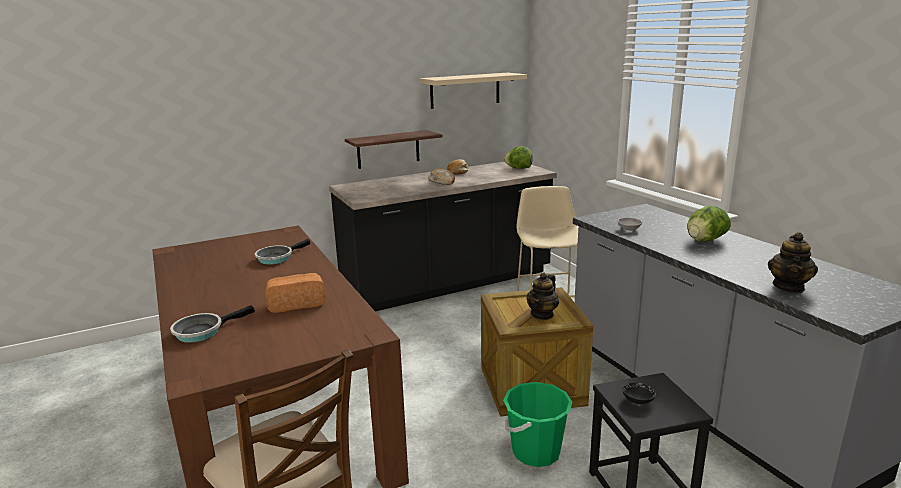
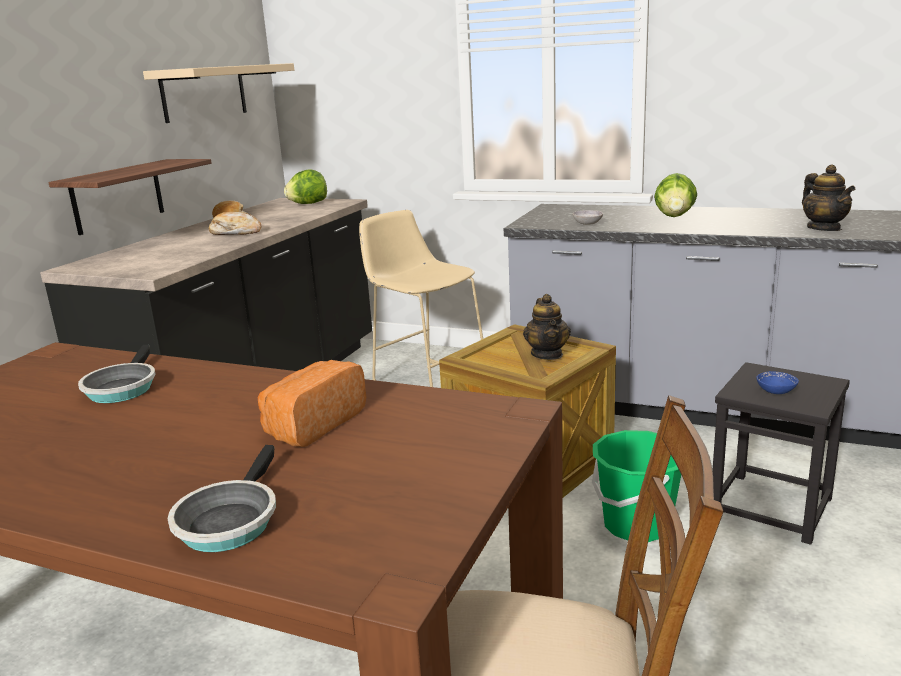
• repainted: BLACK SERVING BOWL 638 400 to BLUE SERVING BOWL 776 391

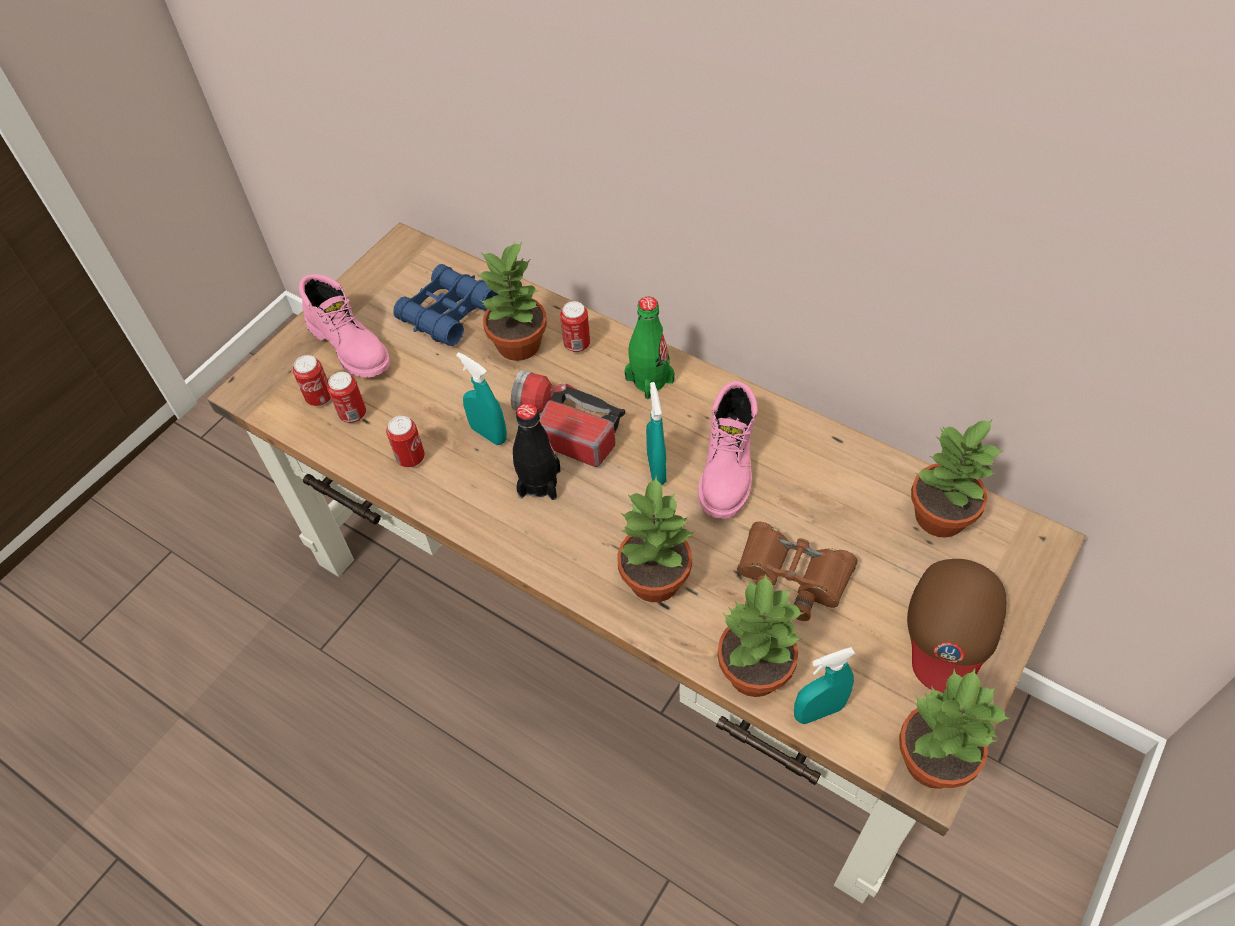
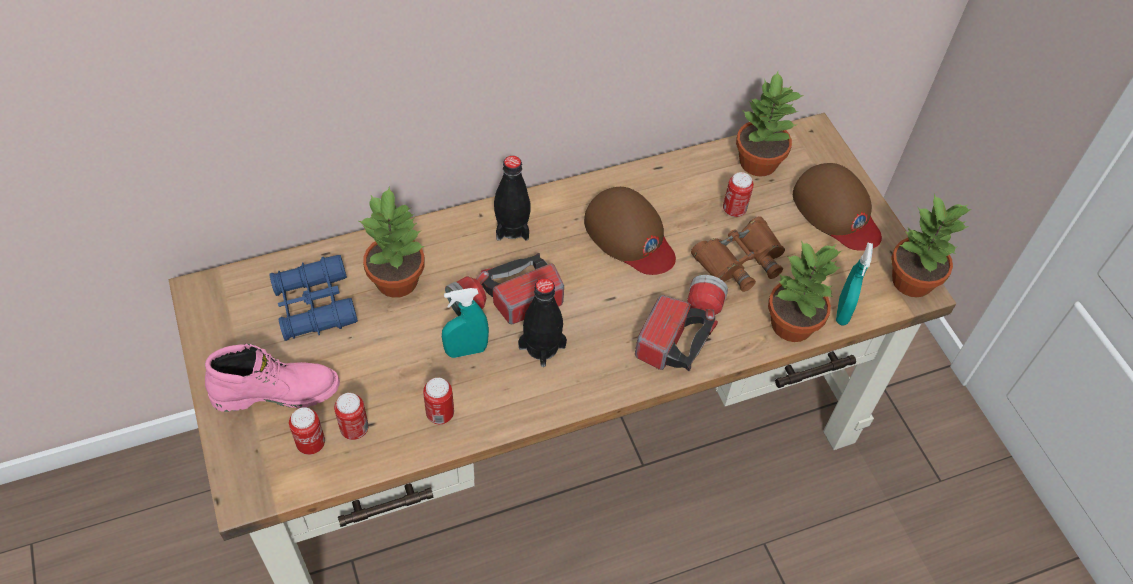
• gone: BLUE-GREEN HAND SPRAYER 656 469
• shifted: METAL CAN 577 344 to 734 210
• swapped: POTTED PLANT 654 578 to TORCH 680 331
• swapped: PINK BOOT 728 469 to BROWNISH CAP 629 236
• repainted: GREENISH DRINK BOTTLE 649 380 to BLACK DRINK BOTTLE 512 227

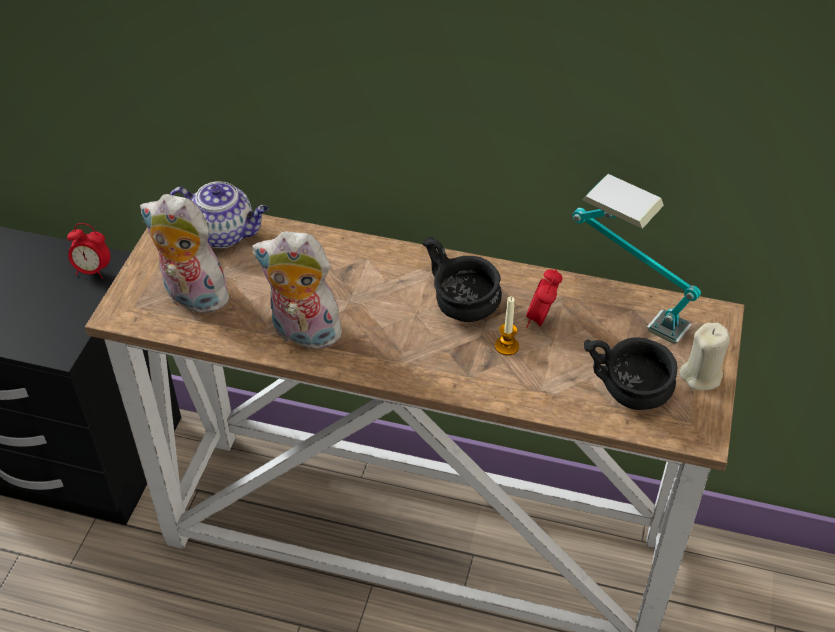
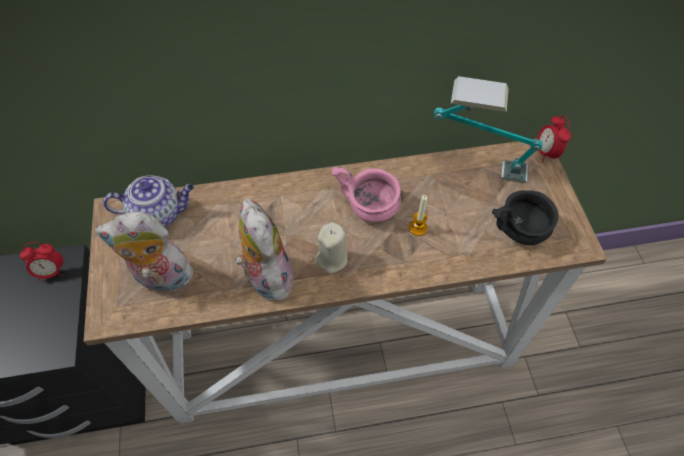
• shifted: TABLE CLOCK 541 319 to 546 153
• shifted: BEIGE WAX LIGHT 701 375 to 332 259
• repainted: BLACK SERVING BOWL 464 307 to PINK SERVING BOWL 371 208
• rotated: PLUSH TOY 303 334 = 266 276 75 degrees clockwise

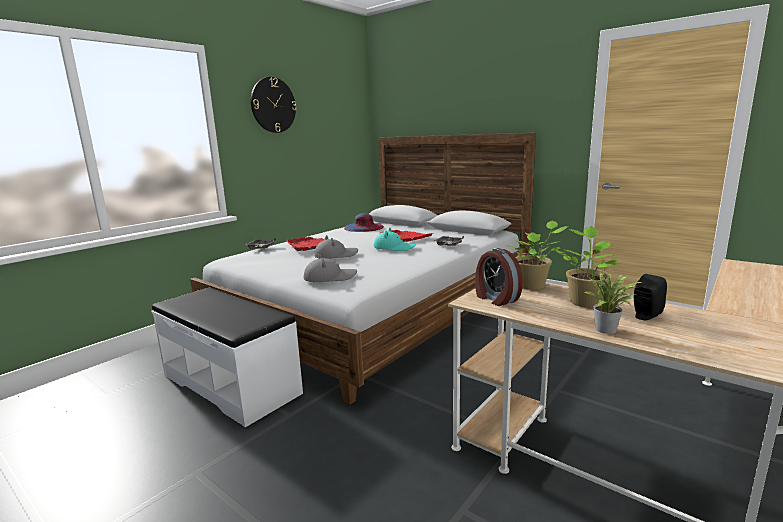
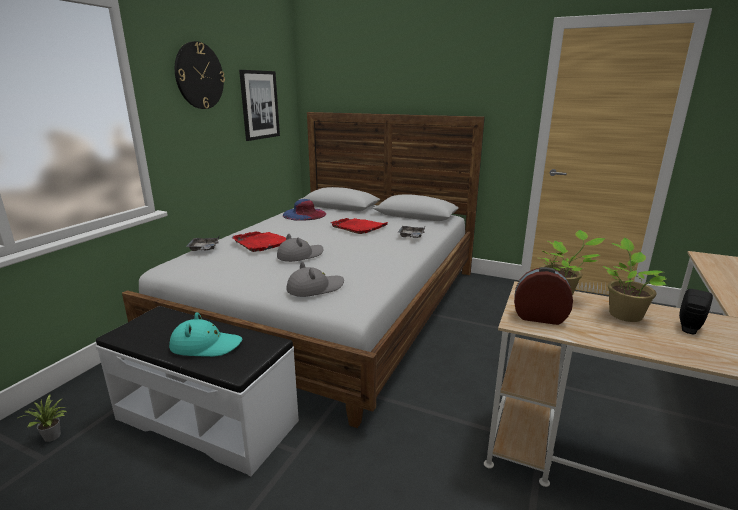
• new: PICTURE 259 105
• shifted: BLUE-GREEN HAT 394 248 to 206 345
• shifted: POTTED PLANT 608 330 to 53 437
• rotated: TABLE CLOCK 495 299 = 539 316 150 degrees clockwise

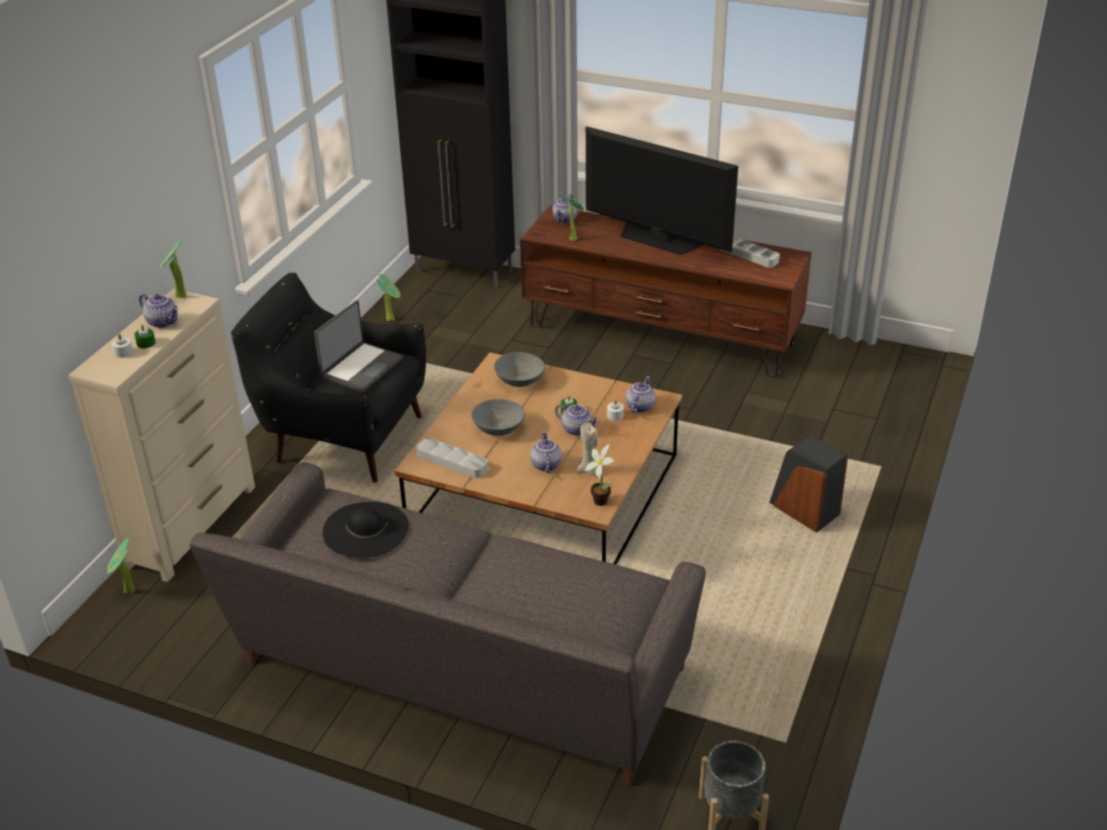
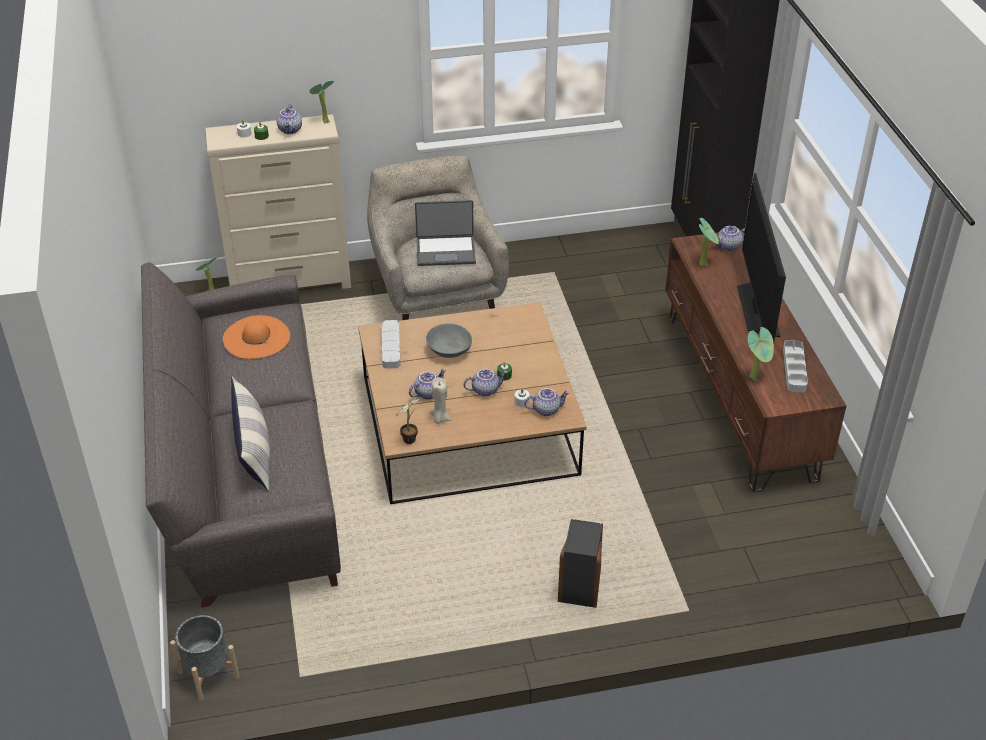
• gone: GREY SERVING BOWL 519 381
• new: CUSHION 254 450
• shifted: POTTED PLANT 392 319 to 756 377
• repainted: BLACK EASY CHAIR 342 437 to BEIGE EASY CHAIR 437 297
• repainted: BLACK HAT 365 530 to ORANGE-COLOURED HAT 256 337
• rotated: TEA POT 577 429 = 485 390 105 degrees counterclockwise

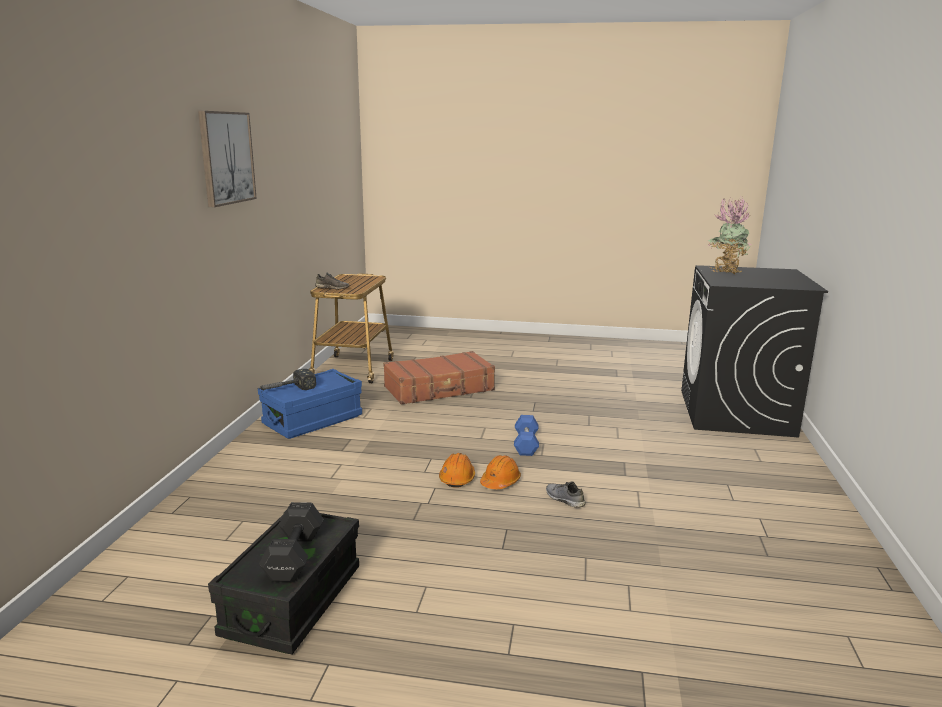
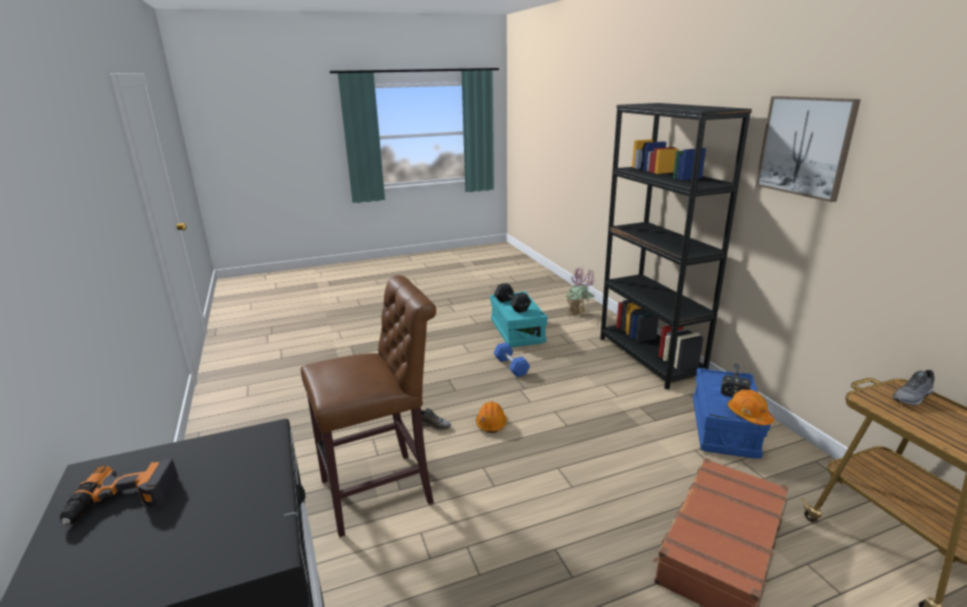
• new: DRILL 123 500
• new: BROWNISH STOOL SEAT 383 490
• new: BLACK BOOKCASE 649 357
• shifted: ORANGE-COLOURED SAFETY HELMET 457 478 to 749 415
• shifted: BLUE HAND WEIGHT 526 444 to 511 366
• shifted: POTTED PLANT 725 272 to 579 315
• repainted: BLACK STORAGE CONTAINER 293 601 to BLUE-GREEN STORAGE CONTAINER 517 331

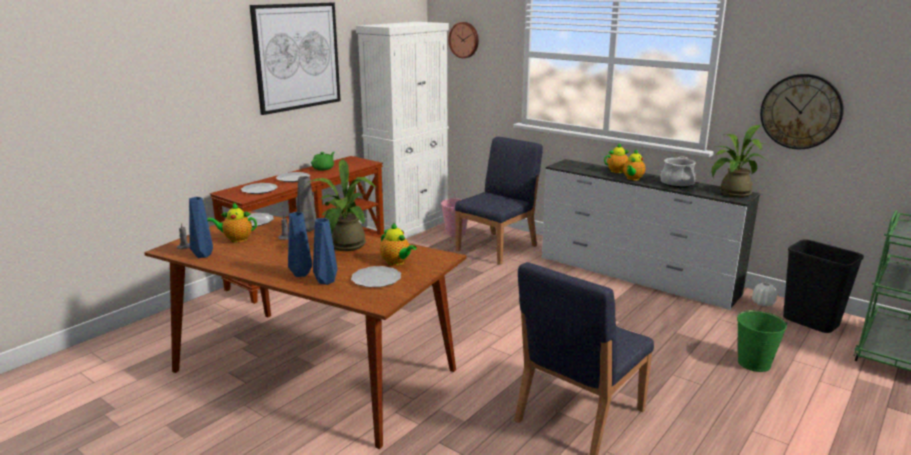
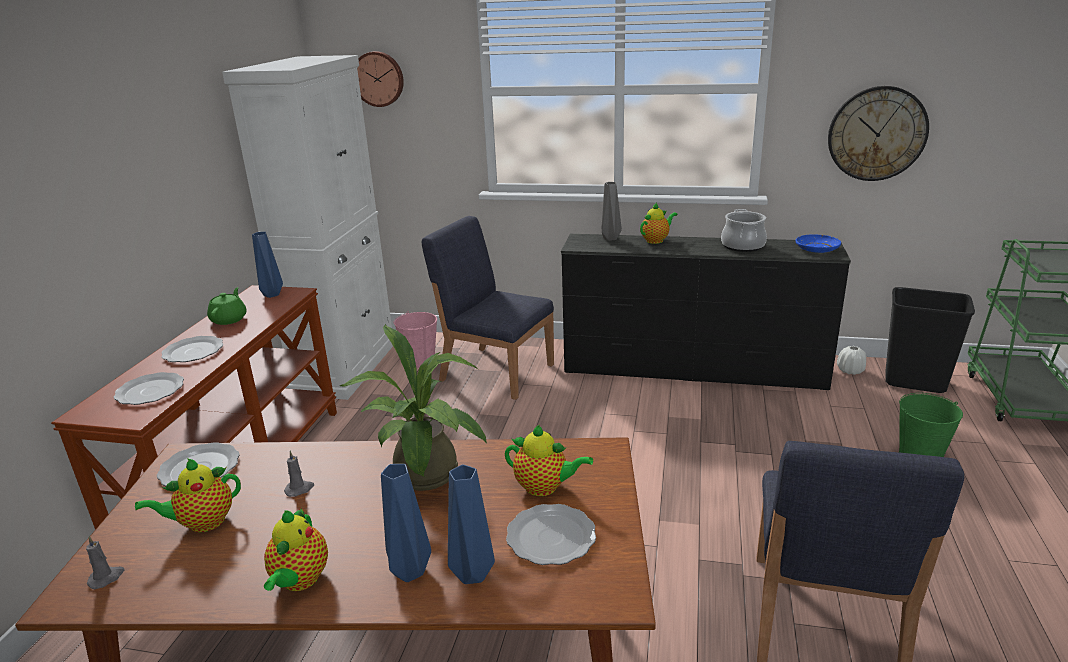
• gone: PICTURE 297 56
• shifted: BLUE VASE 204 255 to 273 294
• shifted: GREY VASE 307 229 to 609 238
• shifted: TEA POT 632 179 to 299 581
• swapped: POTTED PLANT 731 194 to BLUE DINNER PLATE 816 249
• repainted: WHITE CHEST OF DRAWERS 636 276 to BLACK CHEST OF DRAWERS 693 370
• rotated: BLUE PLAIN CHAIR 497 248 = 496 371 75 degrees counterclockwise

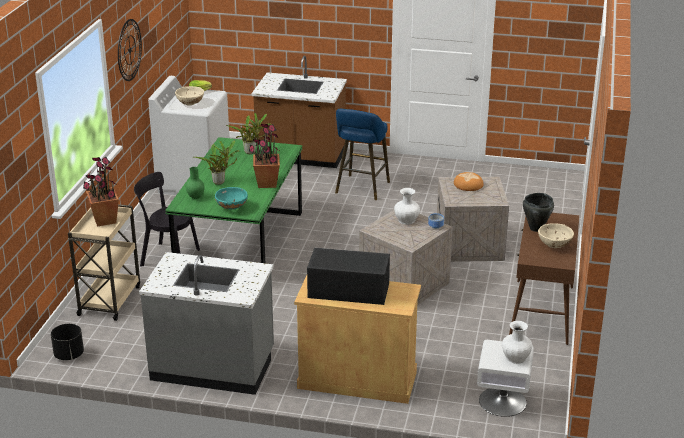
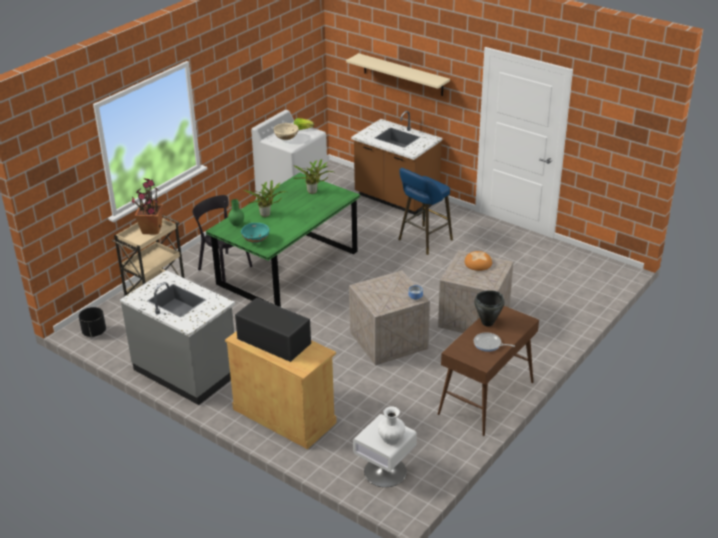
• gone: HANGING CLOCK 129 50
• gone: POTTED PLANT 266 183
• gone: WHITE VASE 407 220
• new: BEIGE BRACKET SHELF 403 74
• swapped: BEIGE SERVING BOWL 554 246 to SKILLET 489 344

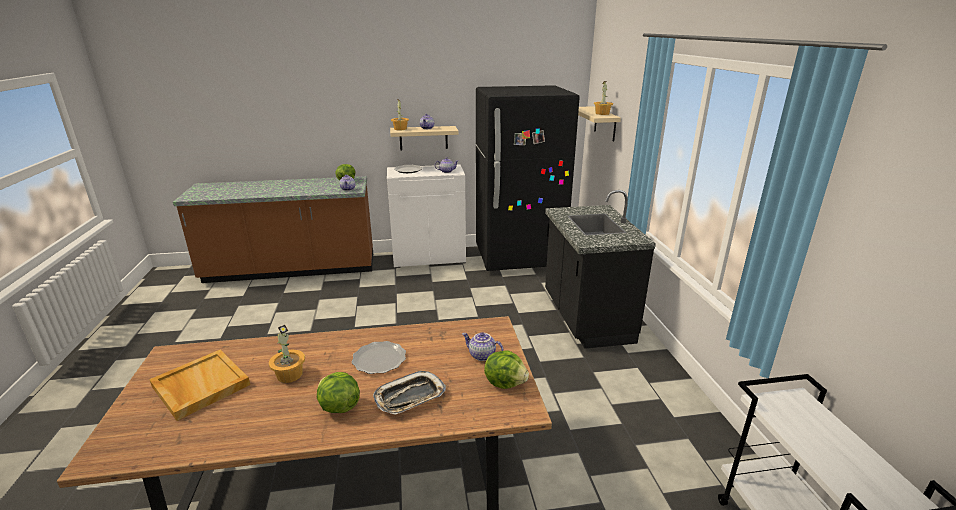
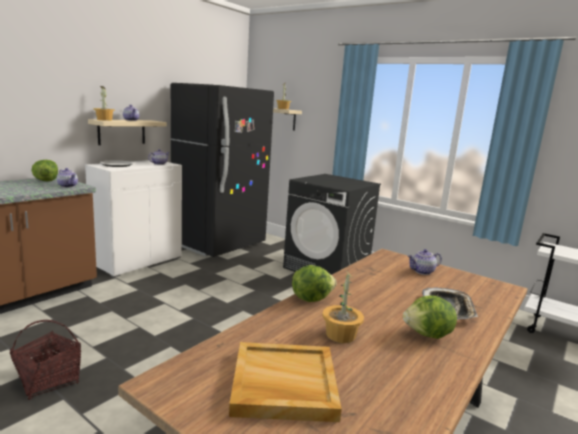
• gone: DINNER PLATE 379 359
• new: HOUSEHOLD BASKET 49 380
• shifted: LETTUCE 505 383 to 311 298
• swapped: BLACK COUNTER 585 318 to BLACK LAUNDRY MACHINE 327 269

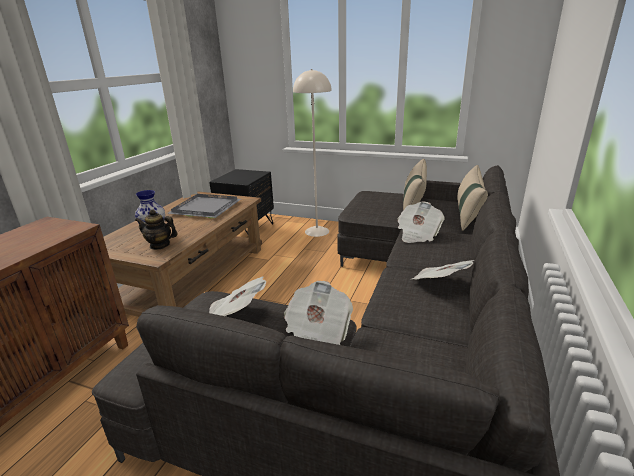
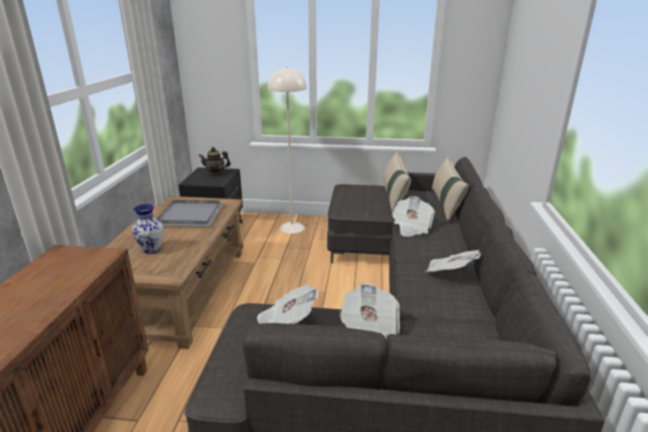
• shifted: TEA POT 160 245 to 216 173

